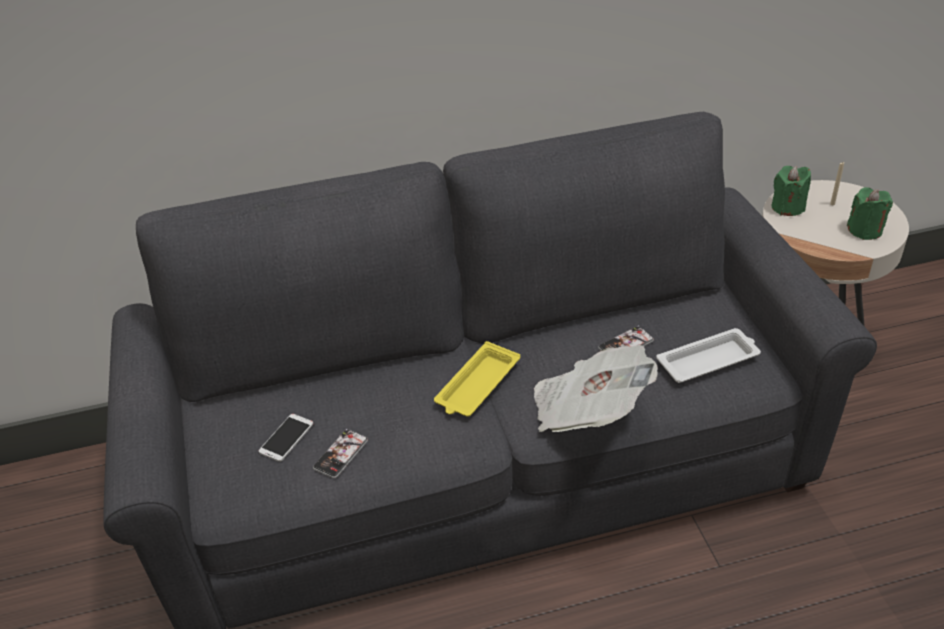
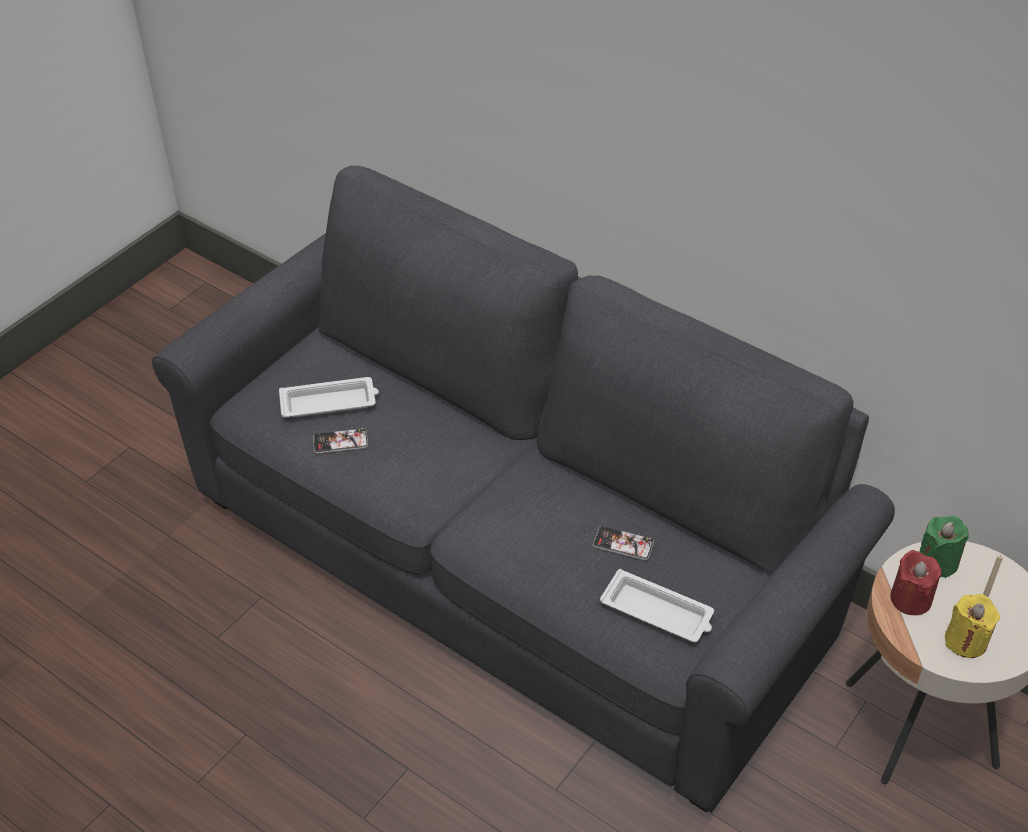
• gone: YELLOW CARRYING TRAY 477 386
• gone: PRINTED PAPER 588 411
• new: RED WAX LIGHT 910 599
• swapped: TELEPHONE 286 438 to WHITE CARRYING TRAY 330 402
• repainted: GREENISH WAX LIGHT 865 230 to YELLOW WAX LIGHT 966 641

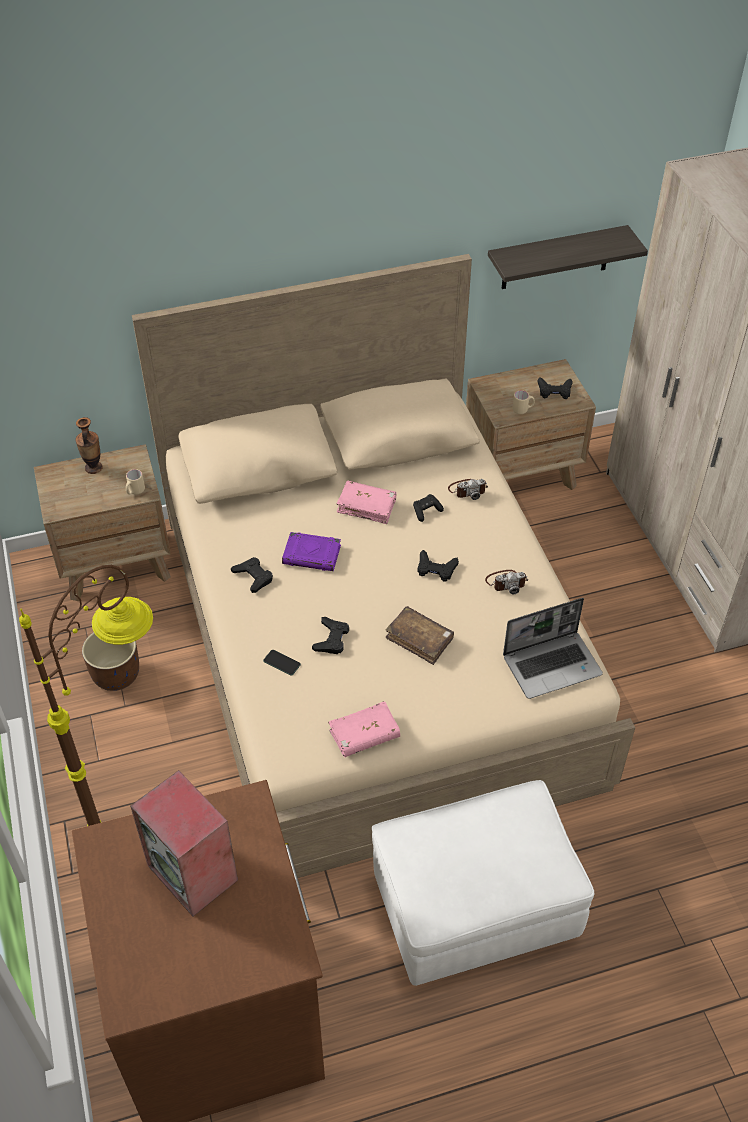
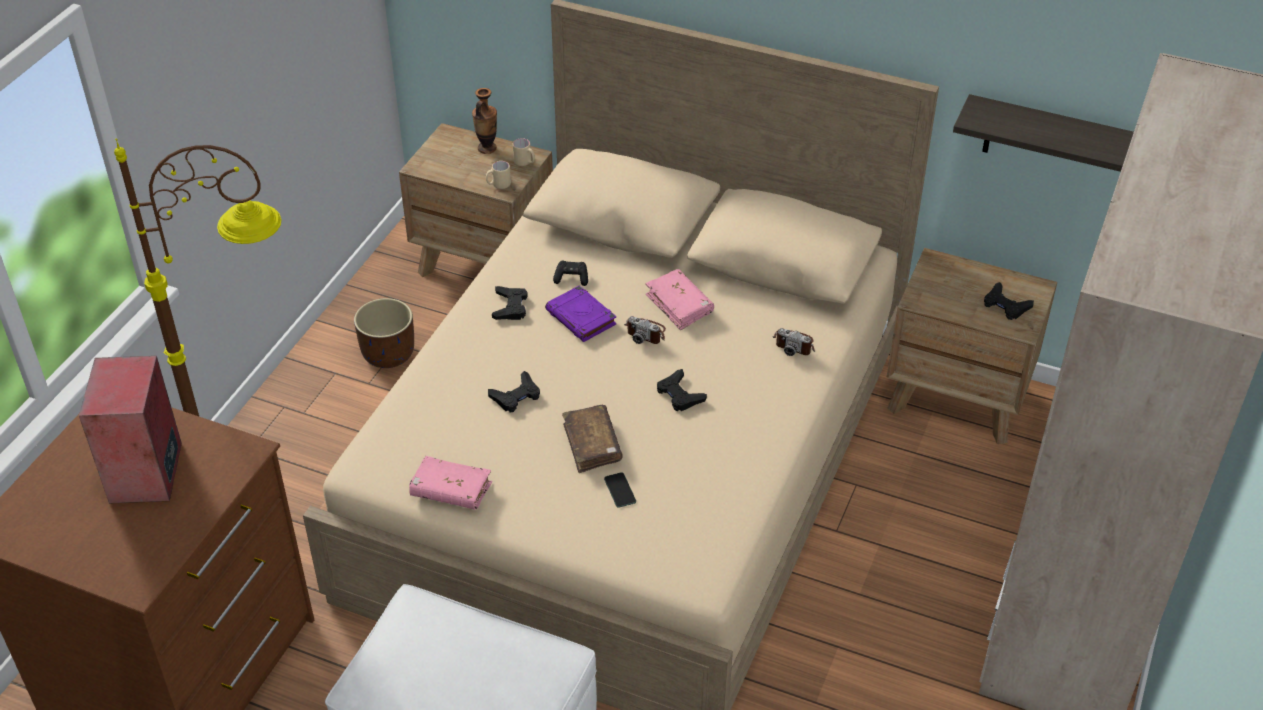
• gone: LAPTOP 552 665
• shifted: TELEPHONE 282 663 to 620 490
• shifted: BLACK JOYPAD 426 511 to 571 278
• shifted: STILL CAMERA 506 582 to 646 333
• shifted: BEIGE TEA MUG 522 409 to 525 163

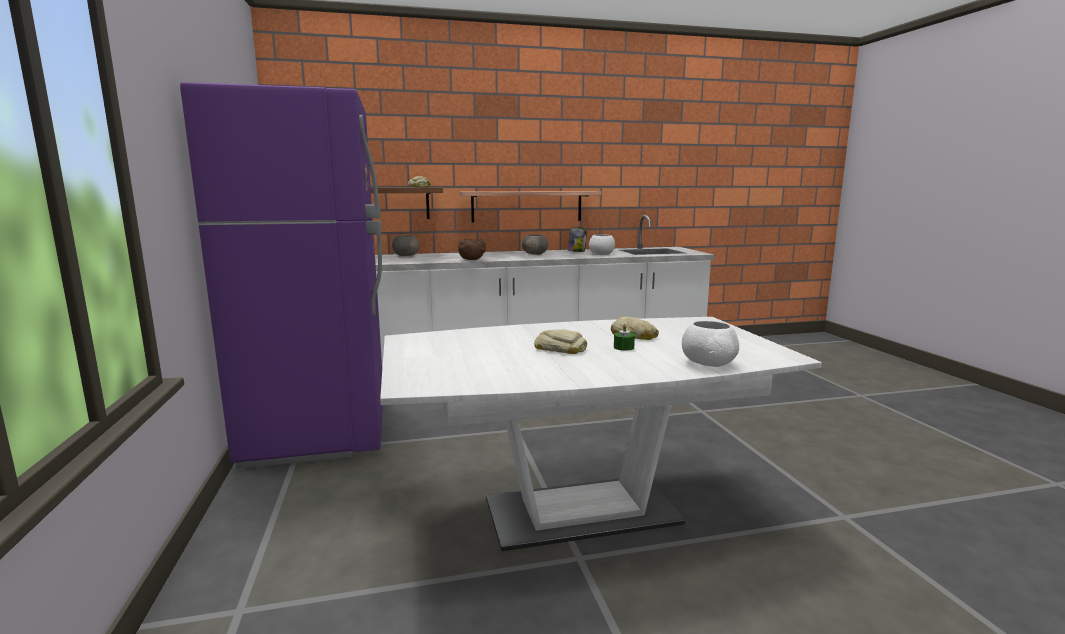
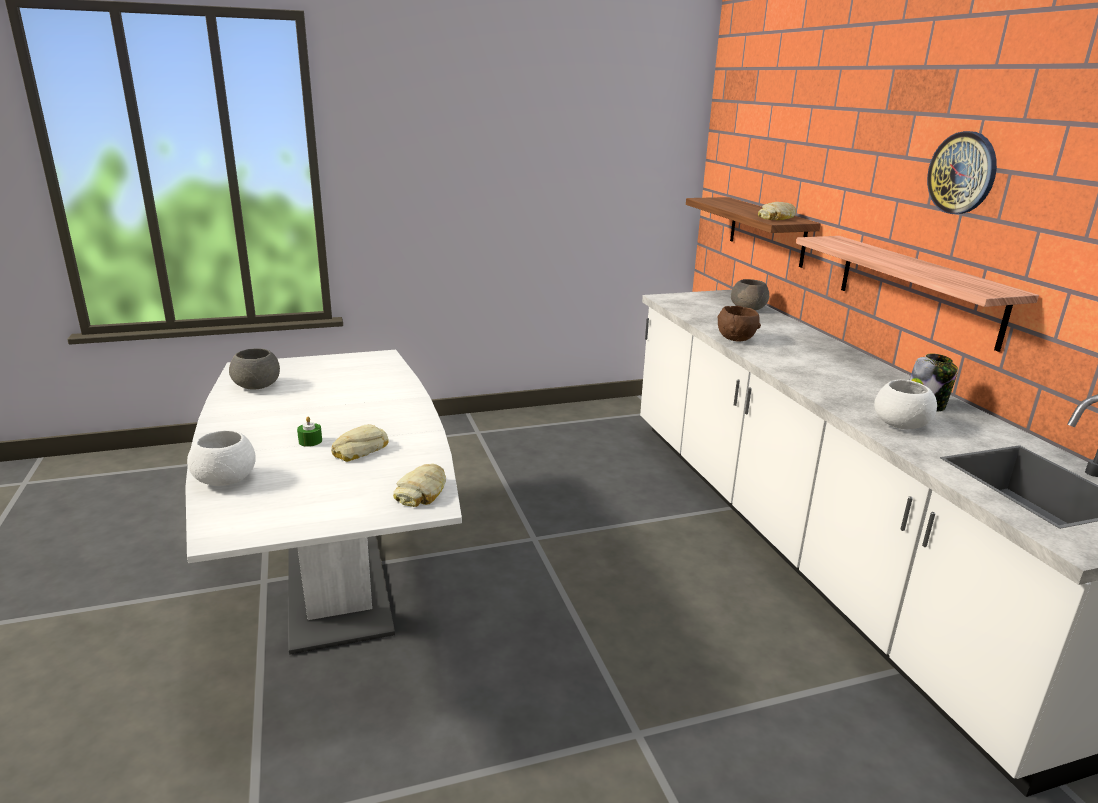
• gone: PURPLISH REFRIGERATOR 319 430
• new: HANGING CLOCK 962 173
• shifted: GREY SERVING BOWL 535 254 to 257 386
• shifted: BREAD 560 348 to 423 491

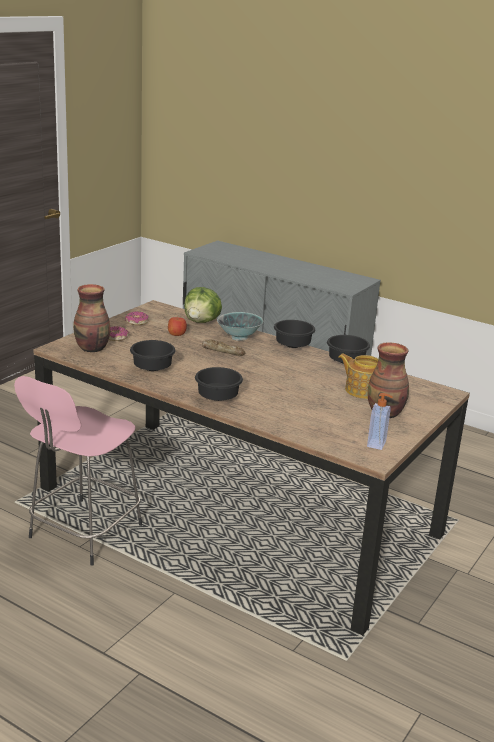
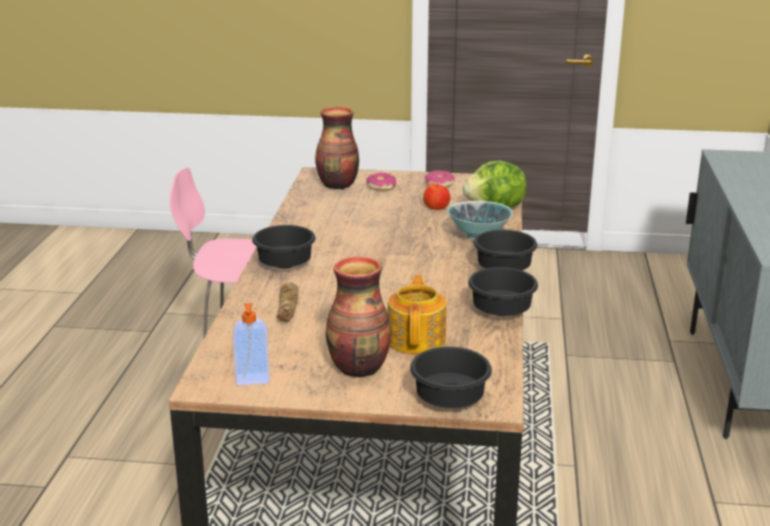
• shifted: BLACK SERVING BOWL 154 368 to 451 401
• shifted: BREAD 223 351 to 288 306

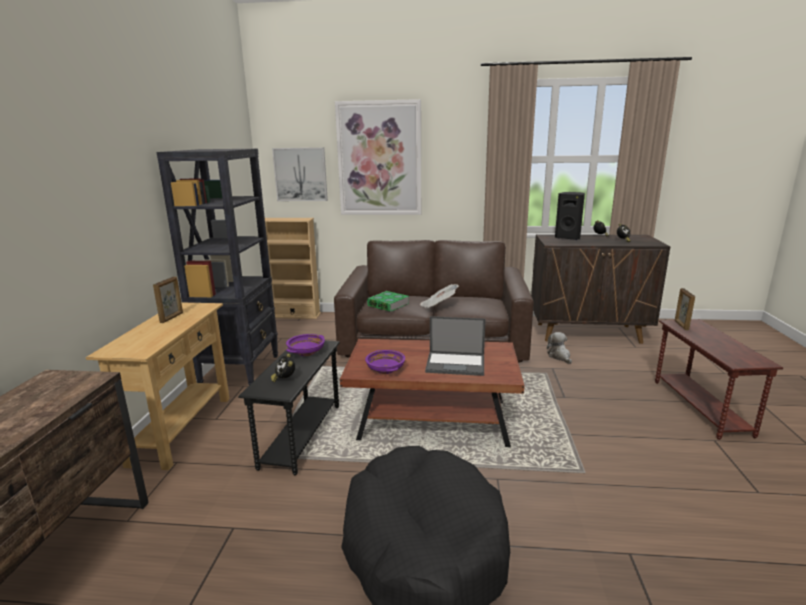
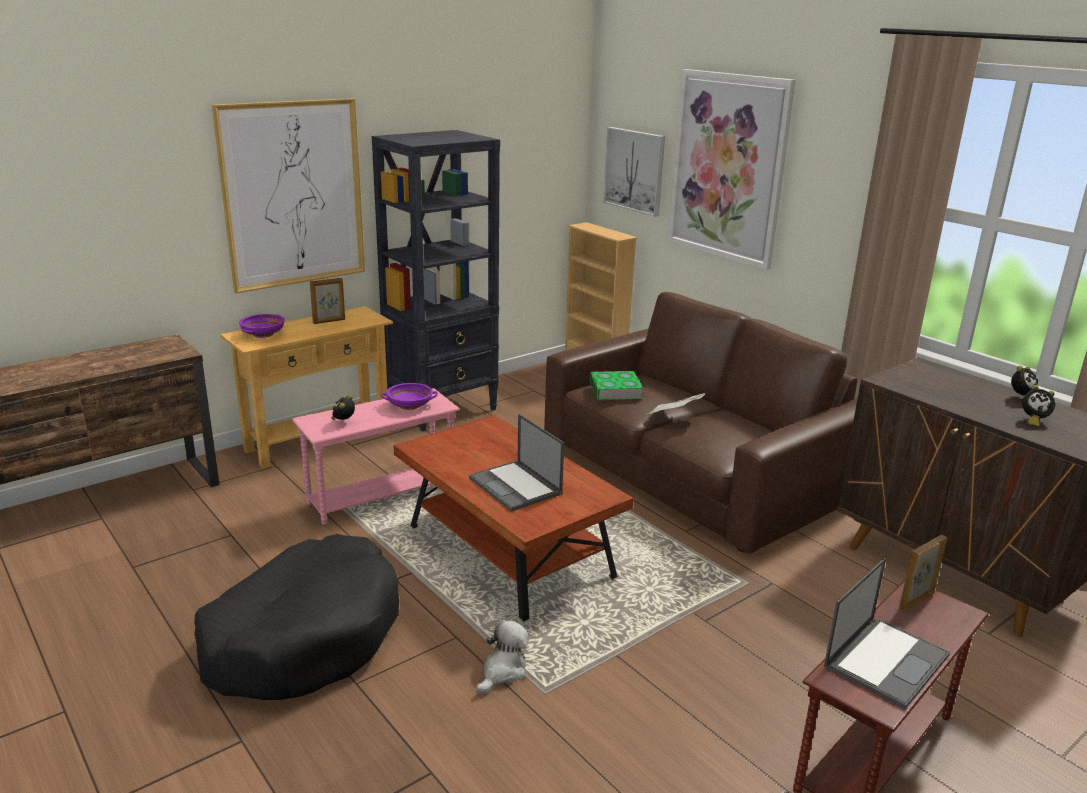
• gone: BLACK LOUDSPEAKER 568 238
• new: PICTURE 293 194
• new: LAPTOP 886 660
• shifted: PURPLISH SERVING BOWL 386 369 to 263 334
• shifted: PLUSH TOY 559 356 to 502 671
• repainted: BLACK END TABLE 300 436 to PINK END TABLE 381 496

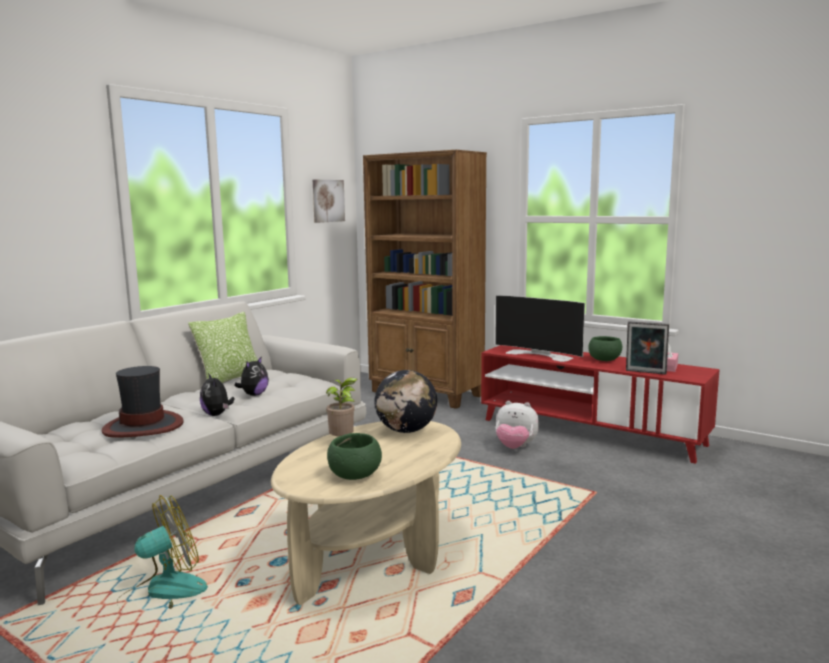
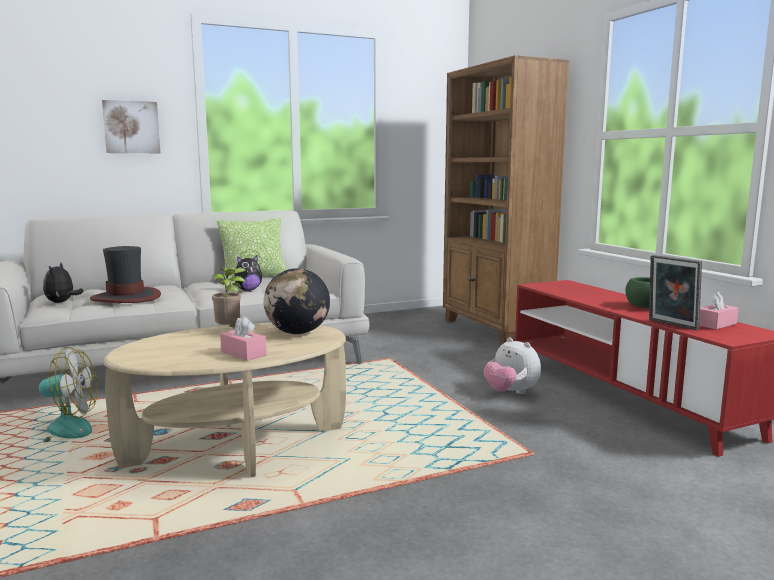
• gone: GREENISH SERVING BOWL 355 475
• gone: TV 540 354
• new: PINK BOX OF TISSUES 243 353
• shifted: PLUSH TOY 217 414 to 62 302
• shifted: PICTURE 327 201 to 131 127

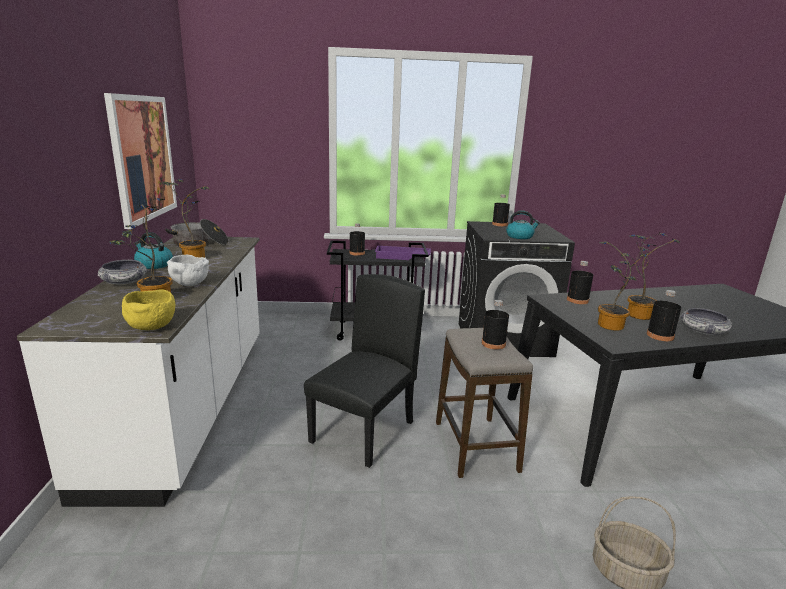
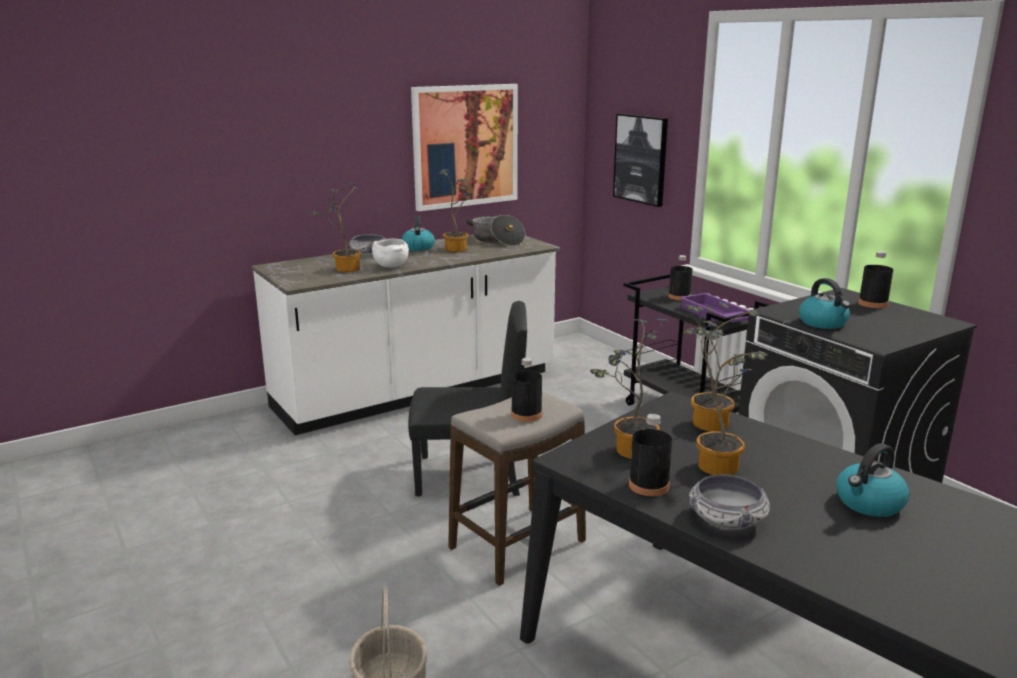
• gone: YELLOW SERVING BOWL 152 327
• new: PICTURE 641 159
• new: TEA KETTLE 869 503
• swapped: BLACK DRINK BOTTLE 577 300 to POTTED PLANT 707 421

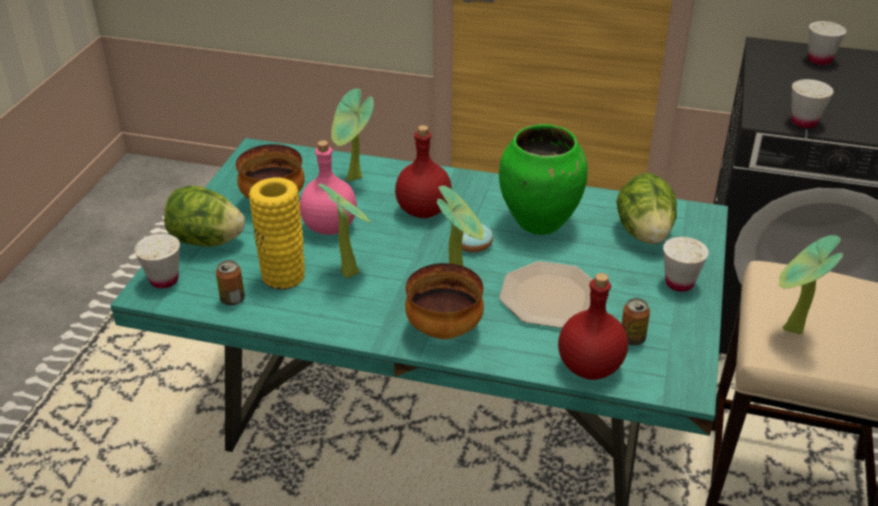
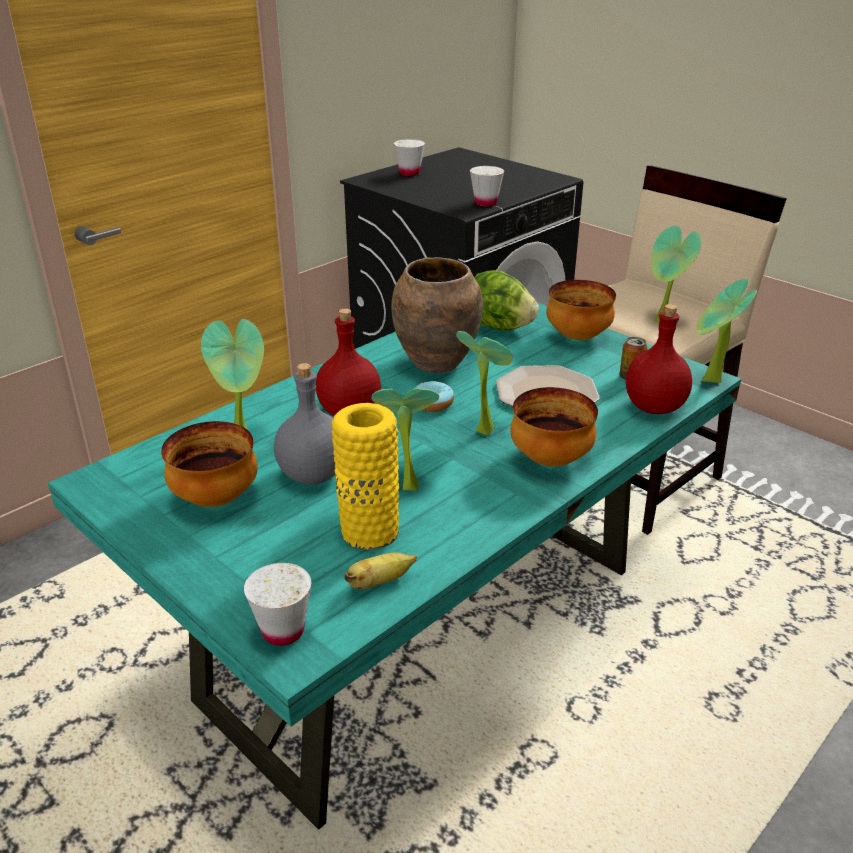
• gone: LETTUCE 206 241
• new: POTTED PLANT 710 382
• swapped: METAL CAN 232 299 to BANANA 379 582
• swapped: WHITE DRINKING CUP 679 283 to SERVING BOWL 576 336
• repainted: PINK DRINK BOTTLE 329 227 to GREY DRINK BOTTLE 312 475
• repainted: GREENISH VASE 540 223 to BROWNISH VASE 437 363

